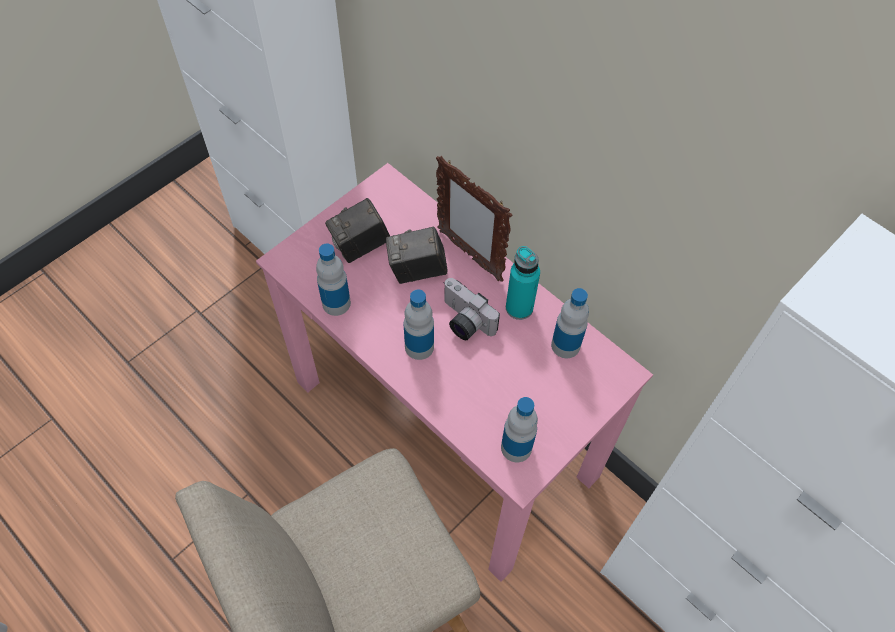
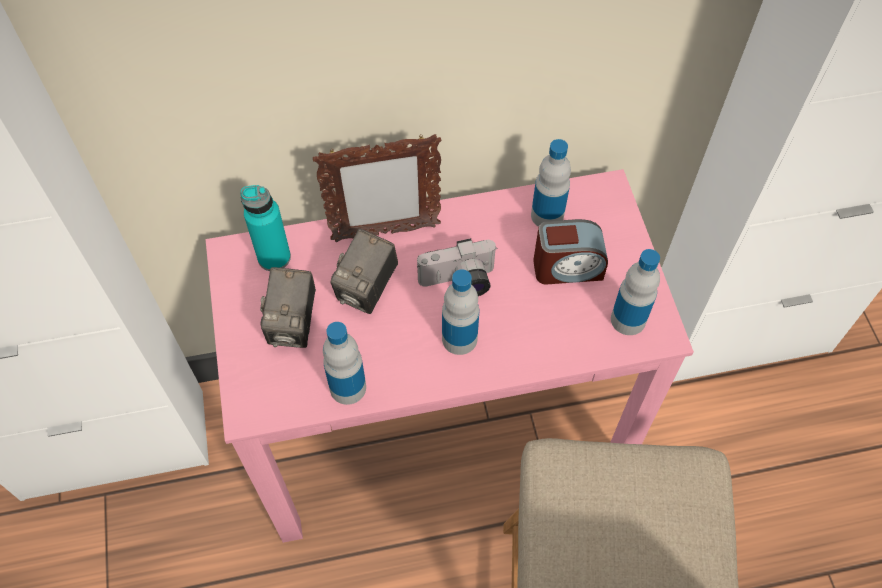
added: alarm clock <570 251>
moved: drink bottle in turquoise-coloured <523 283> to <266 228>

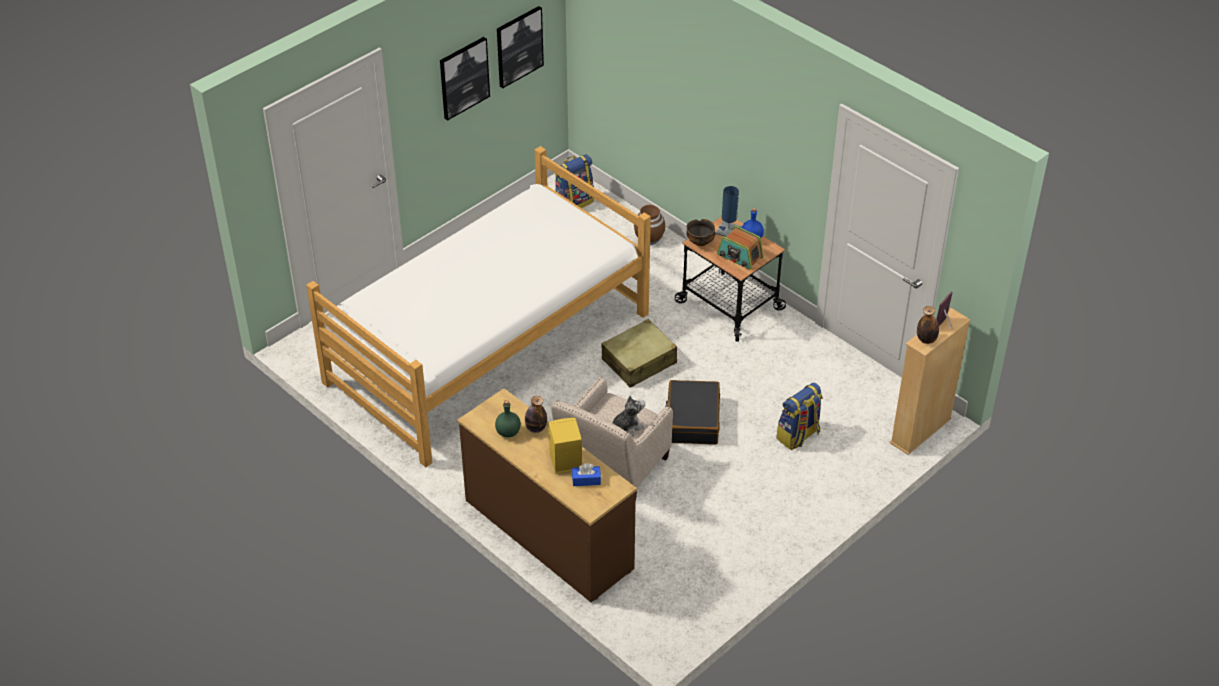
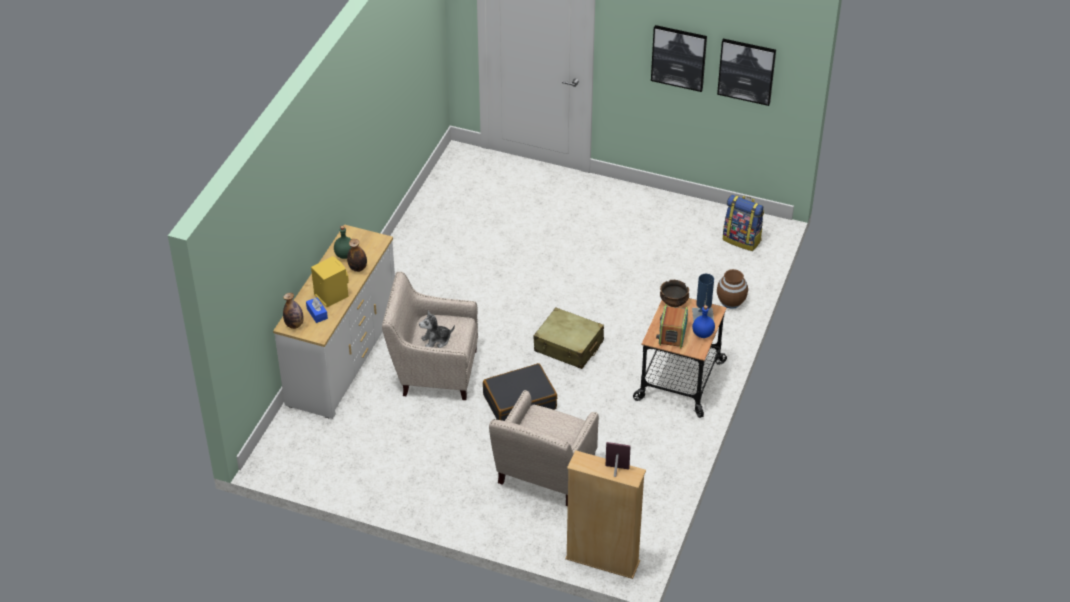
removed: bedroom bed <478 306>
moved: drink bottle <928 325> to <293 311>
replaced: backpack <800 416> to easy chair in sand-coloured <544 448>
recoloured: drawer chest in brownish <547 495> to drawer chest in whitish <334 321>
turned: soft toy <629 416> = <437 329> 120 degrees clockwise

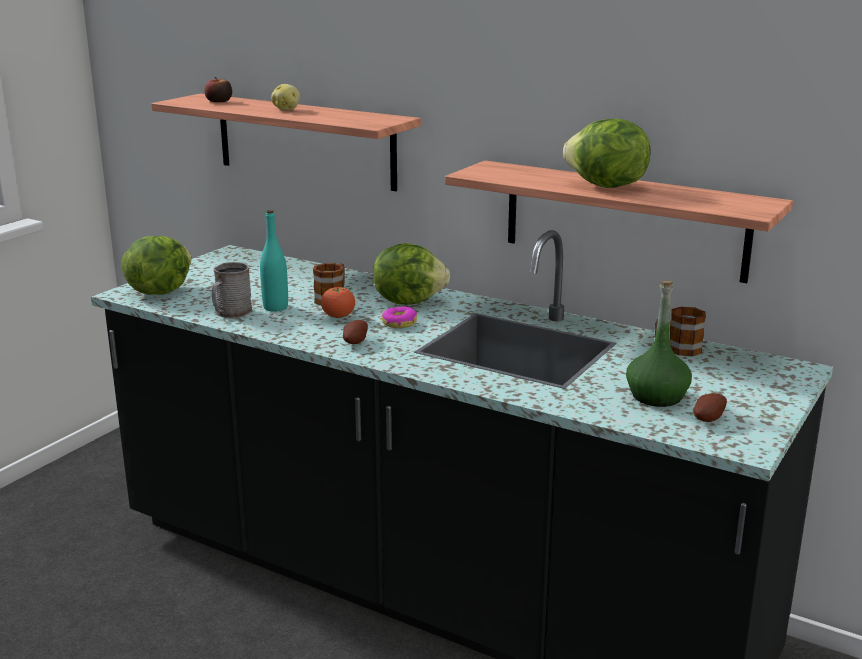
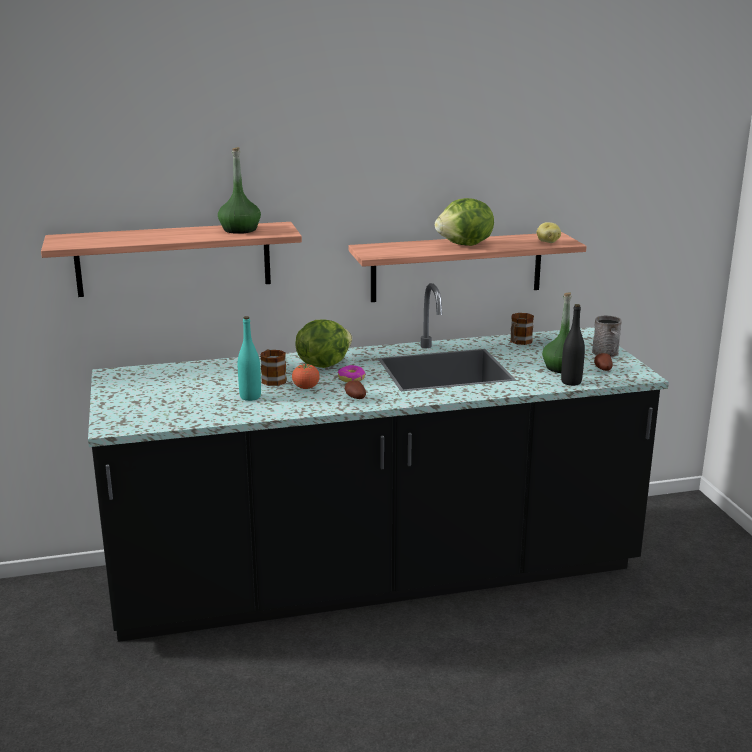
removed: apple <218 89>; head of lettuce <157 265>
added: drink bottle in greenish <239 190>; drink bottle in black <573 345>
moved: potato <285 97> to <548 232>; tea mug in grey <232 290> to <607 336>

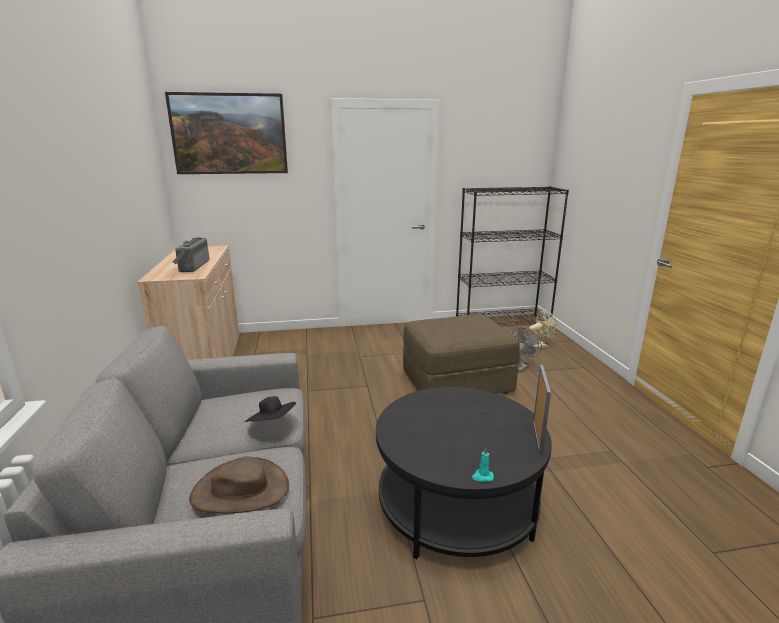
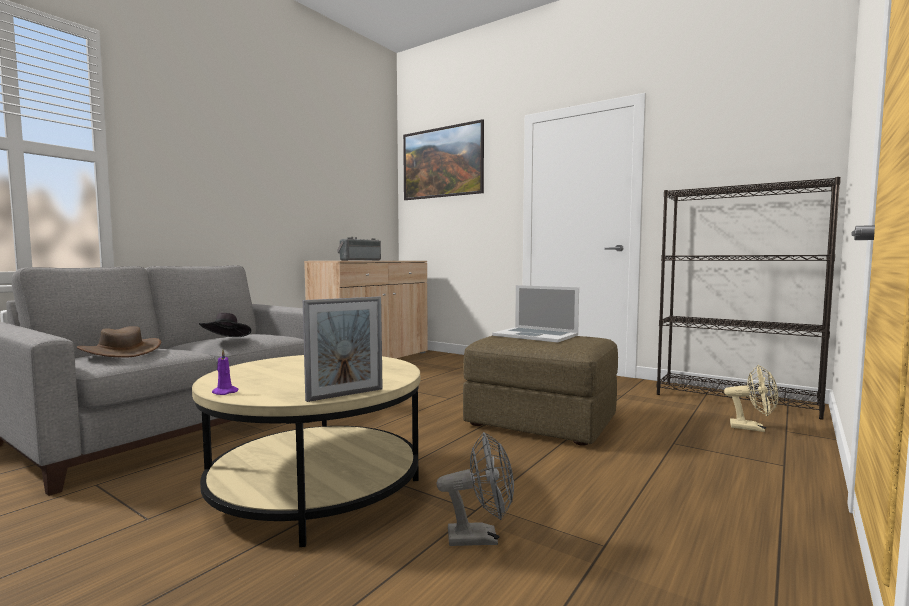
added: laptop <535 314>
moved: fan in grey <527 349> to <475 489>
recoloured: lounge table in black <464 473> to lounge table in sand-coloured <306 451>; wax candle in turquoise-coloured <483 464> to wax candle in purple <225 372>

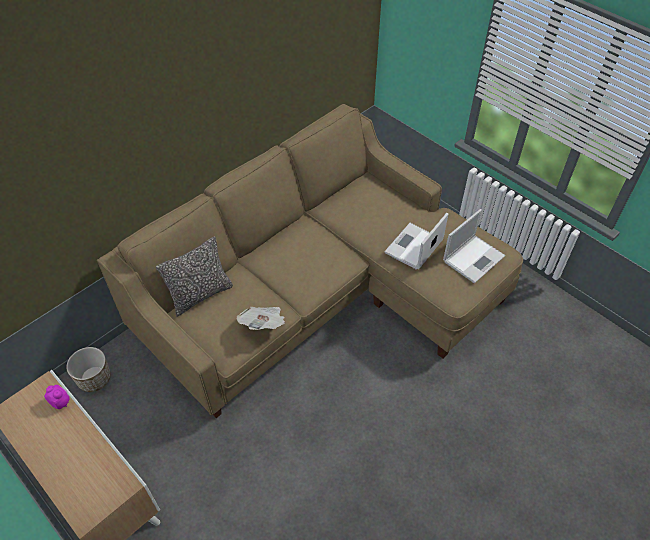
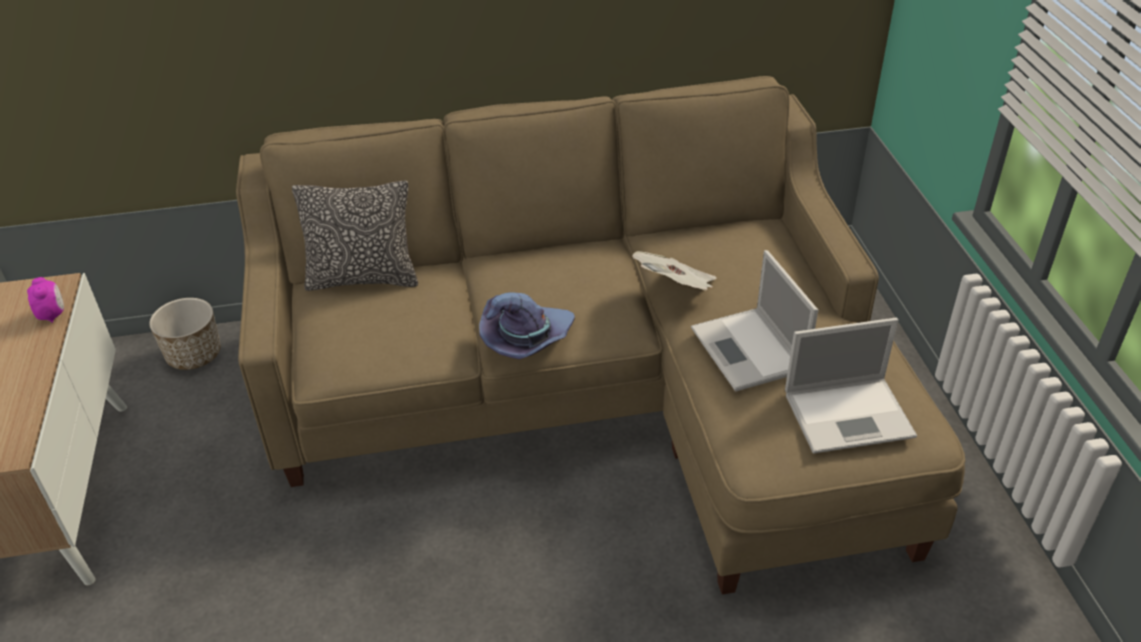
added: hat in purple <527 325>
moved: newspaper <261 318> to <675 270>
turned: laptop <416 241> = <754 321> 90 degrees counterclockwise

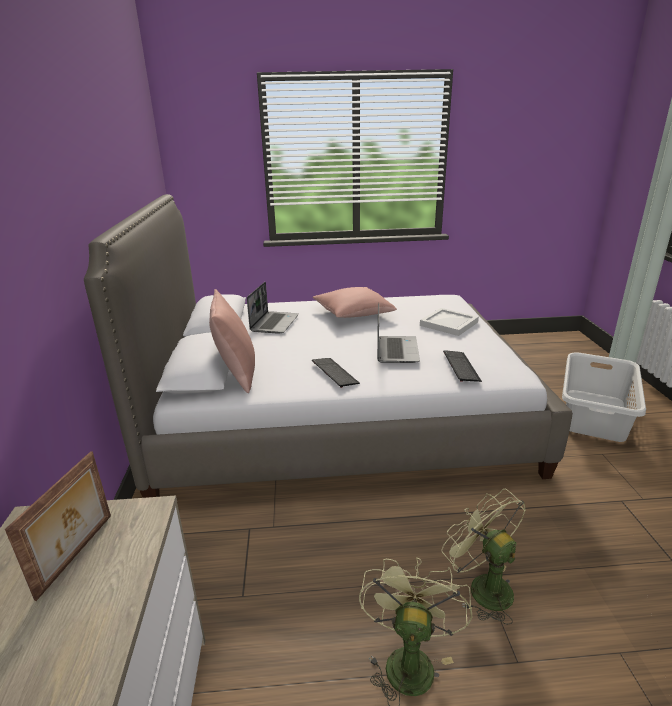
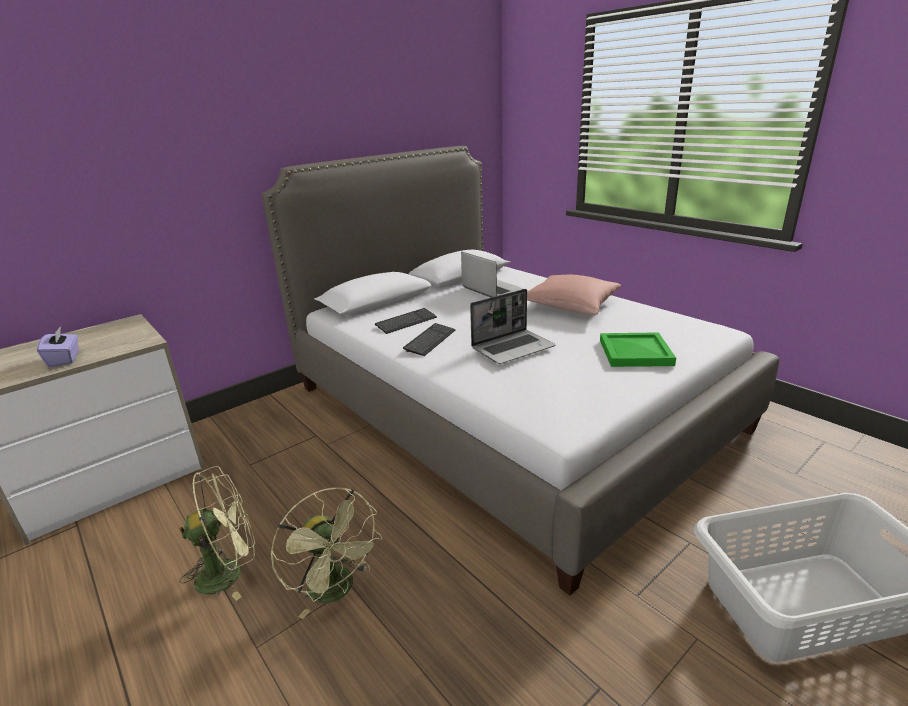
removed: throw pillow in pink-coloured <232 341>; photo frame <58 526>
added: box of tissues in purple <58 347>
moved: computer keyboard <462 366> to <406 321>
recoloured: serving tray in whitish <449 322> to serving tray in greenish <638 349>
turned: laptop <273 308> = <492 275> 105 degrees counterclockwise; fan in greenish <483 557> = <326 553> 120 degrees clockwise

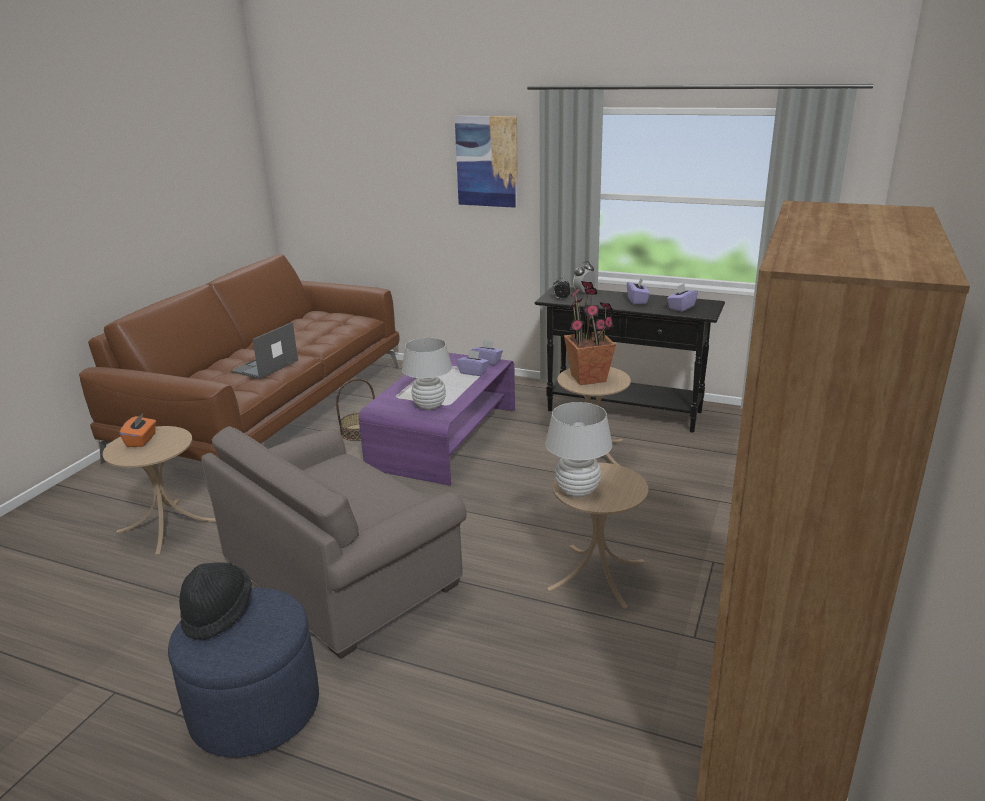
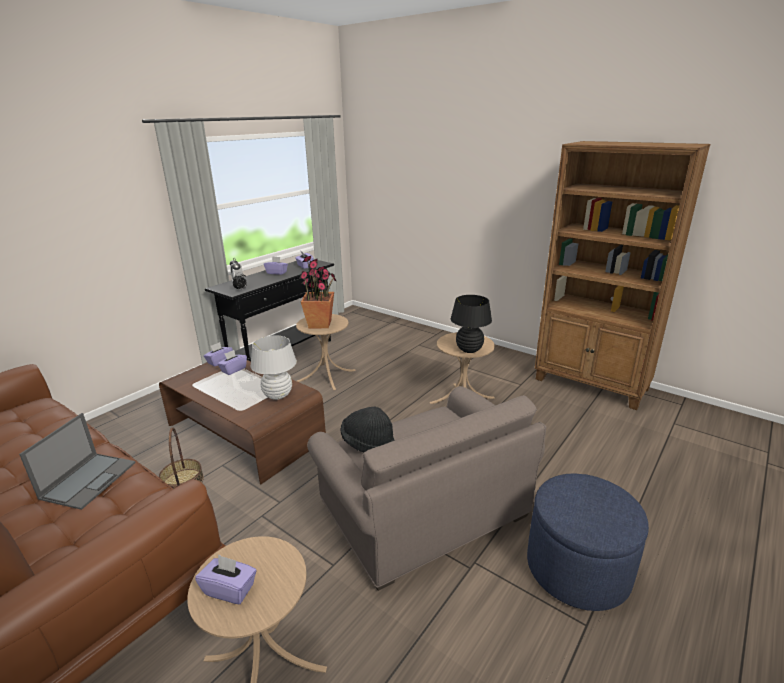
removed: wall art <486 162>
moved: hat in black <215 601> to <368 430>
recoloured: lounge table in purple <437 419> to lounge table in brownish <242 422>; tabletop lamp in whitish <578 449> to tabletop lamp in black <471 324>; box of tissues in orange-coloured <137 430> to box of tissues in purple <226 579>
turned: laptop <264 350> = <77 461> 120 degrees counterclockwise

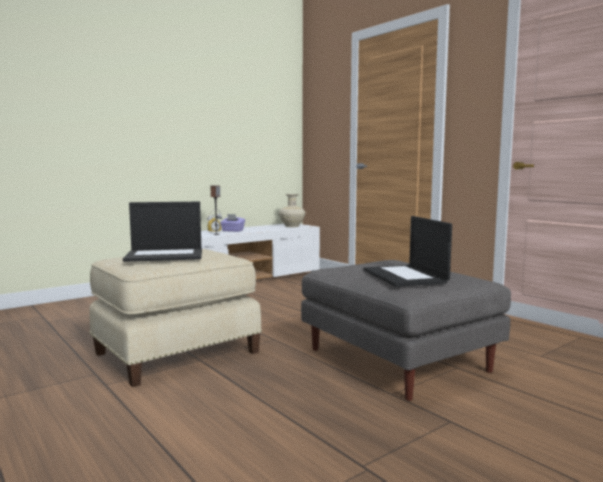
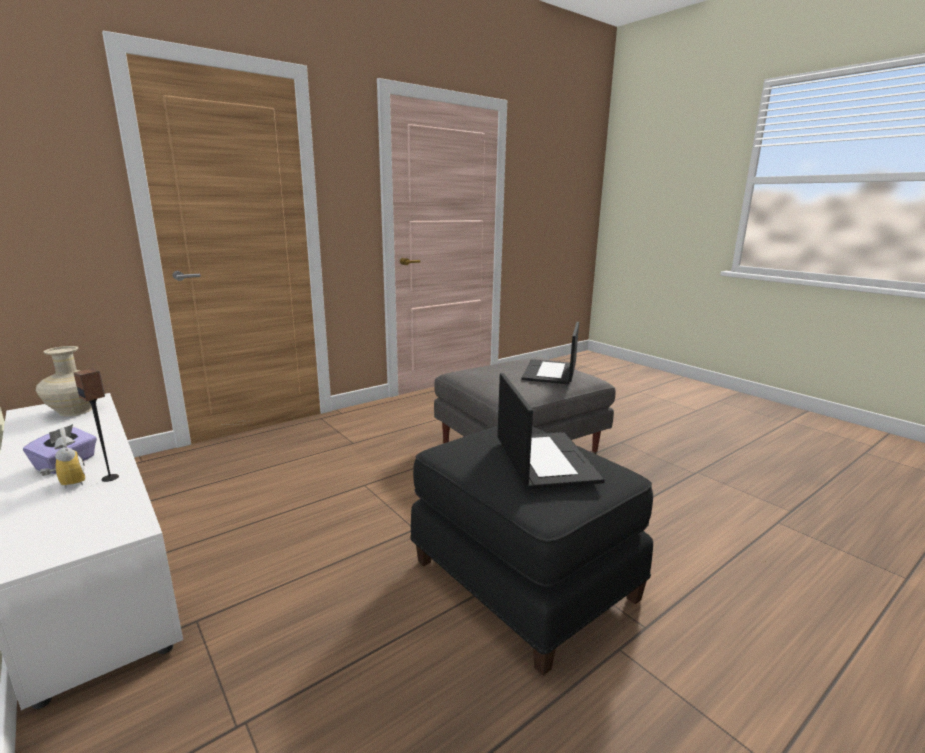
recoloured: footrest in sand-coloured <175 318> to footrest in black <531 551>
turned: laptop <407 251> = <550 353> 120 degrees clockwise

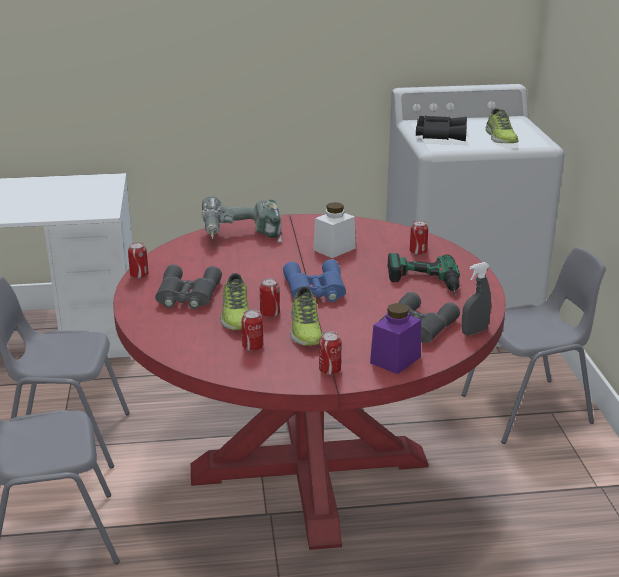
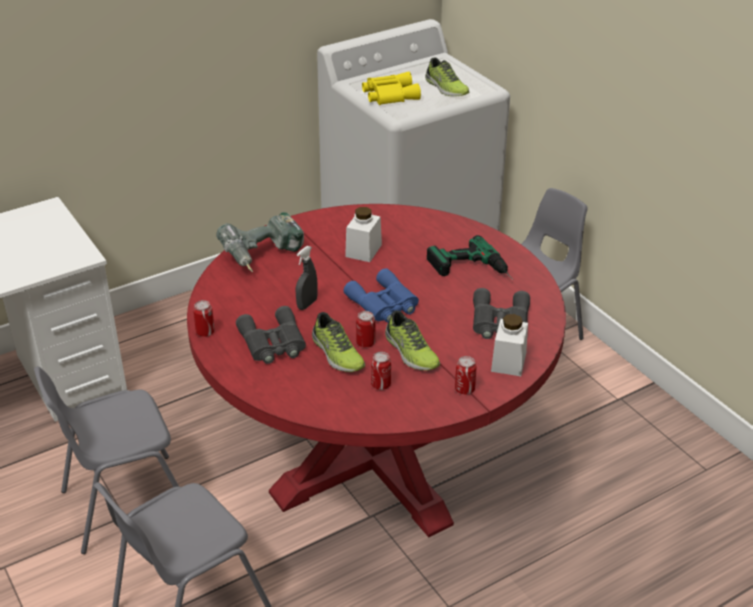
removed: can <419 237>
moved: sprayer in grey <476 298> to <307 278>
recoloured: field glasses in black <441 128> to field glasses in yellow <391 88>; jar in purple <395 338> to jar in whitish <509 345>

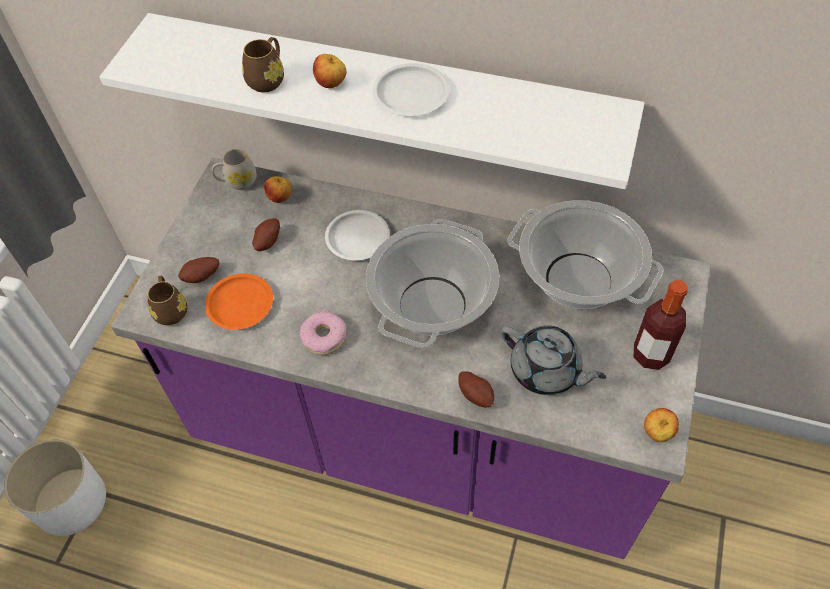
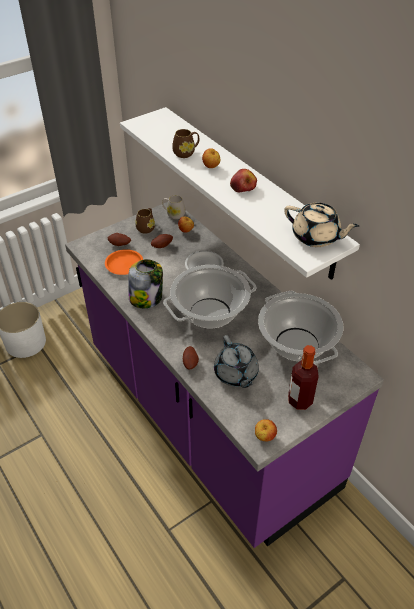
added: teapot in sand-coloured <321 225>
moved: tea mug in brownish <167 300> to <145 221>
replaced: dinner plate in whitish <411 89> to apple <243 180>; ring doughnut <323 333> to jar <145 283>

